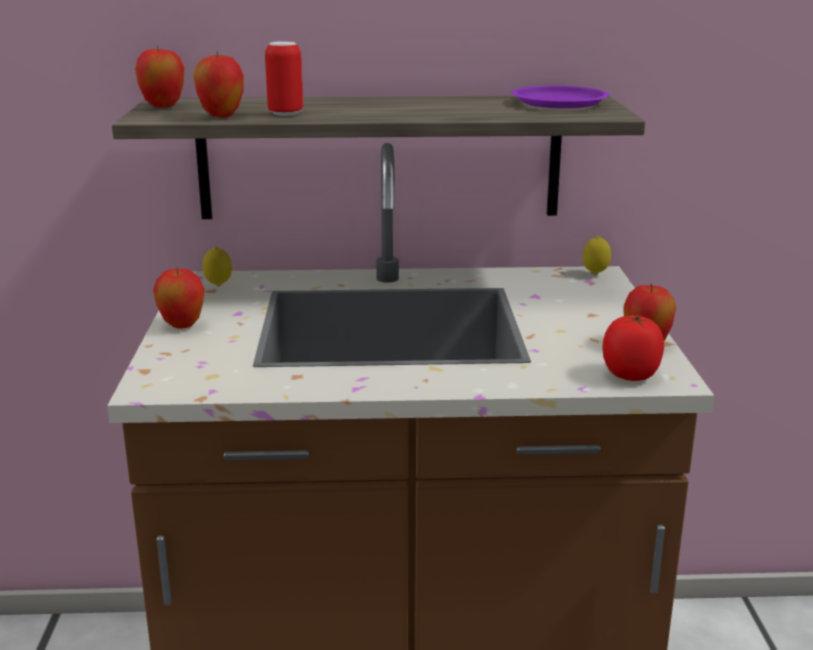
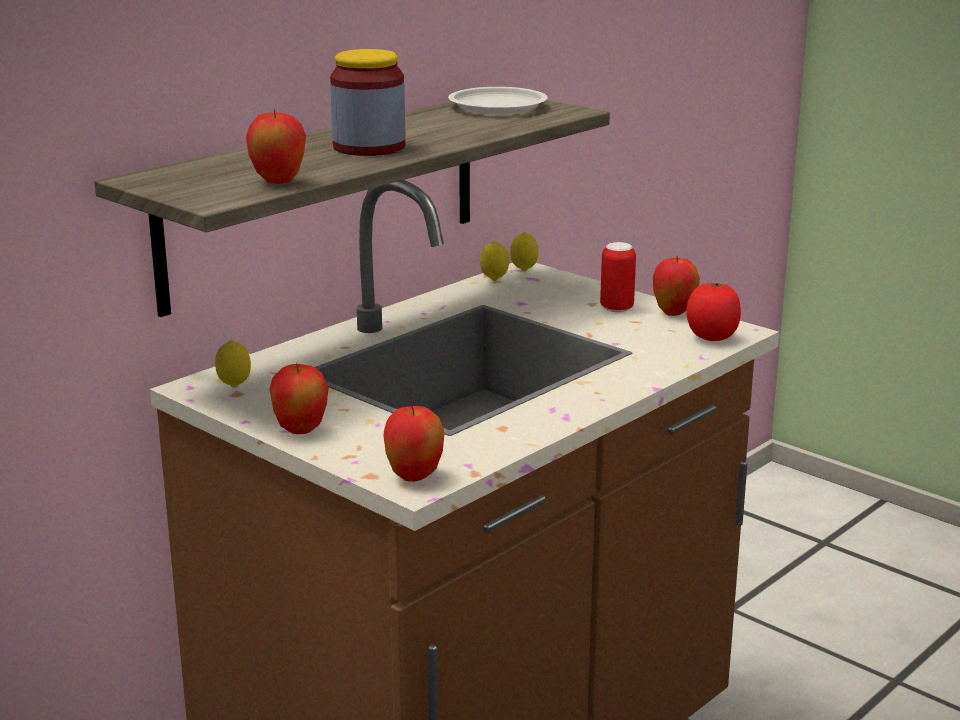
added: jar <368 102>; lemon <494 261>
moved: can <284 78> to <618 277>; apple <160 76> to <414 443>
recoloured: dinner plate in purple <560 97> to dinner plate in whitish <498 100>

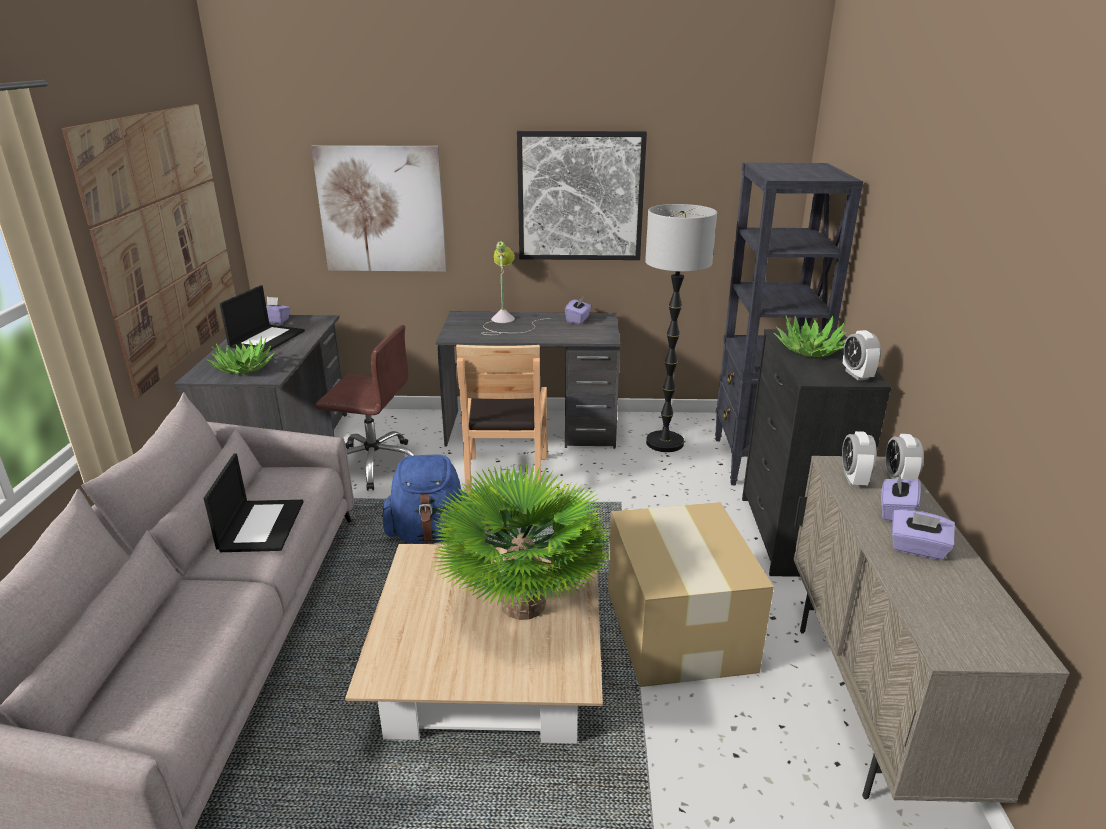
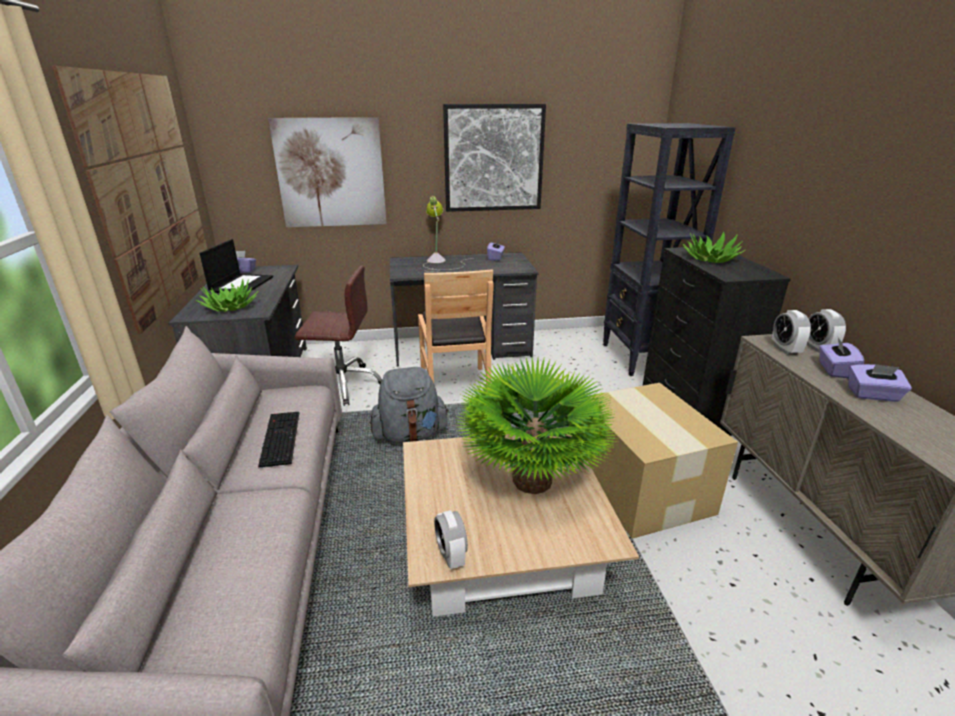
removed: standard lamp <681 328>
moved: alarm clock <862 355> to <451 539>
replaced: laptop <253 502> to computer keyboard <278 440>
recoloured: backpack in bluish <425 499> to backpack in grey <409 405>

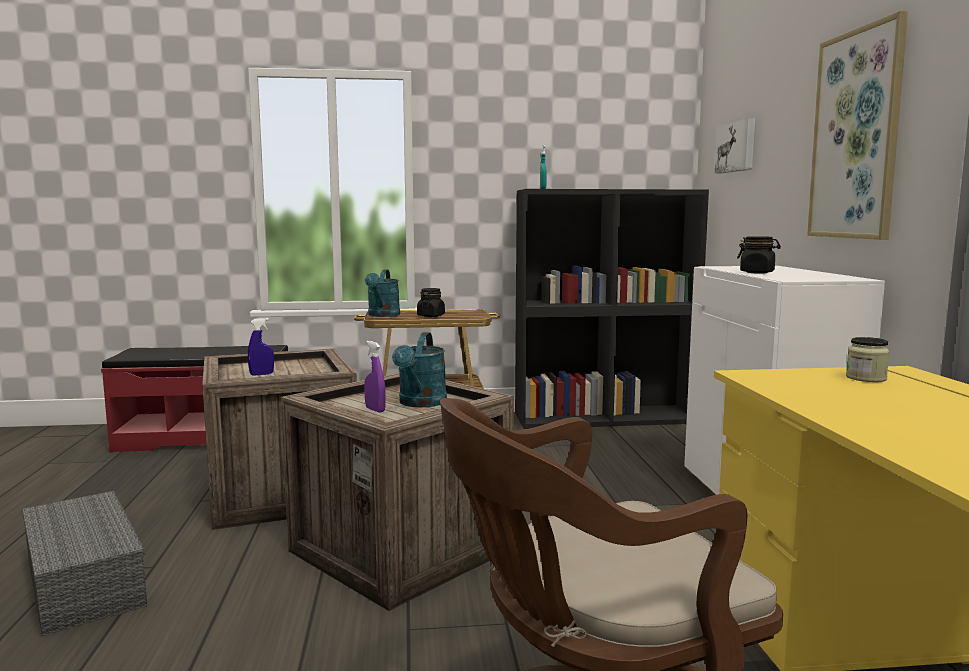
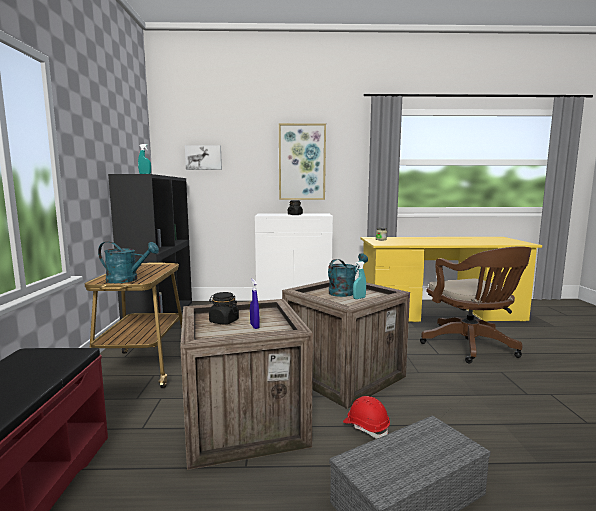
added: work helmet in red <366 417>
moved: jar in black <431 302> to <224 308>
recoloured: sprayer in purple <375 377> to sprayer in turquoise-coloured <359 280>
turned: watering pot in turquoise-coloured <419 370> = <348 275> 60 degrees counterclockwise

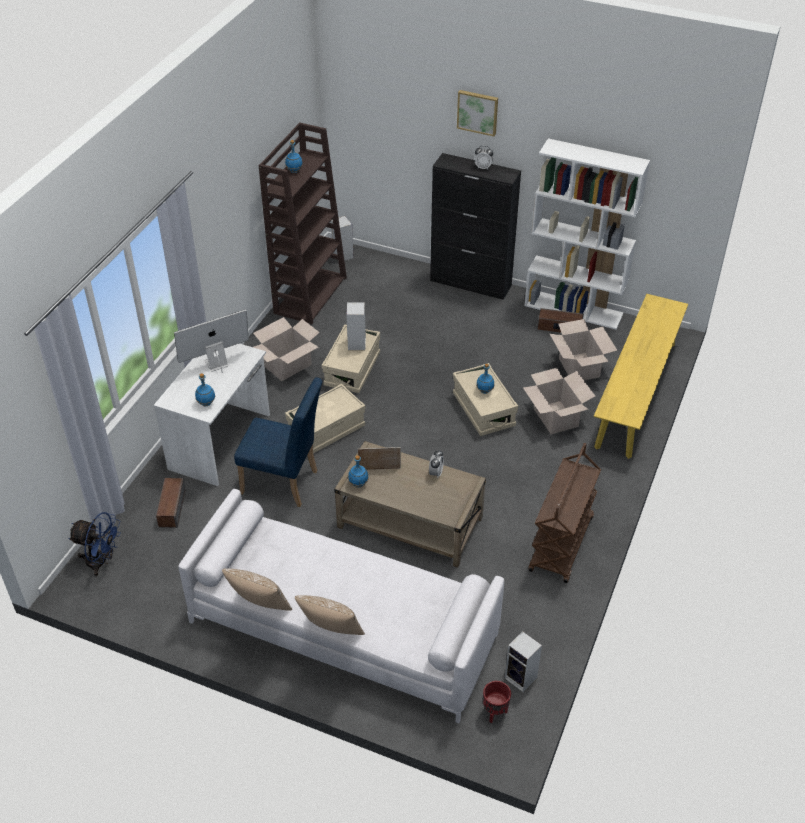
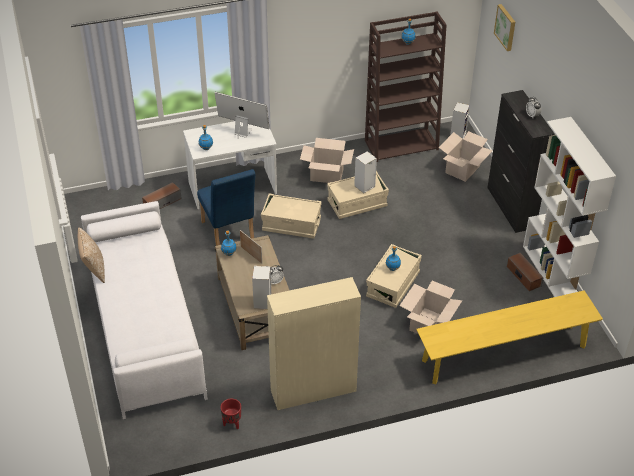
removed: fan in bluish <94 544>; throw pillow <330 615>
moved: wall art <477 113> to <504 27>; carton <583 349> to <465 156>; audio speaker <523 662> to <261 287>; planter in red <497 702> to <231 414>
replaced: trolley in brownish <565 513> to storage cabinet in sand-coloured <314 343>

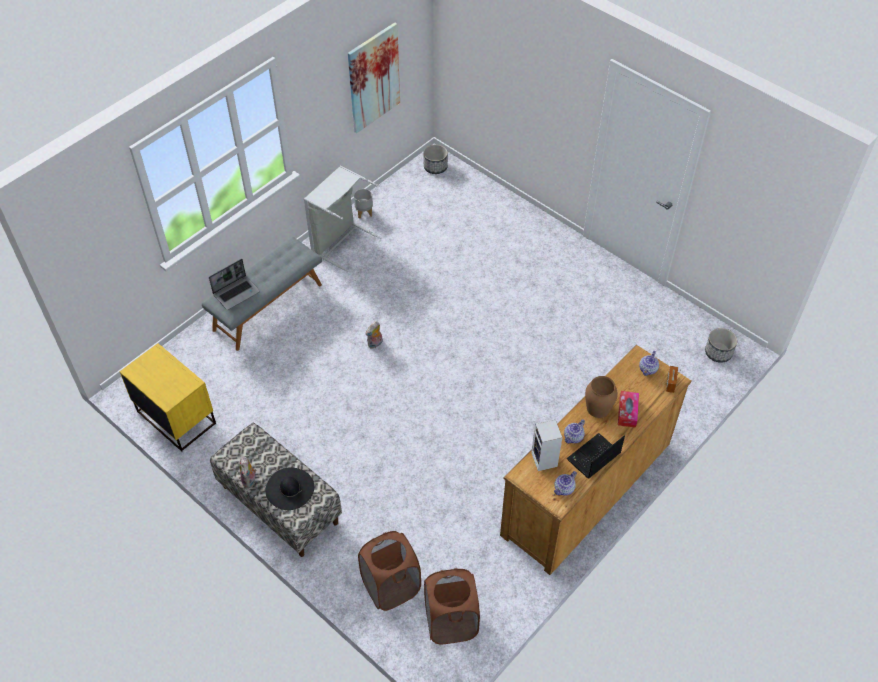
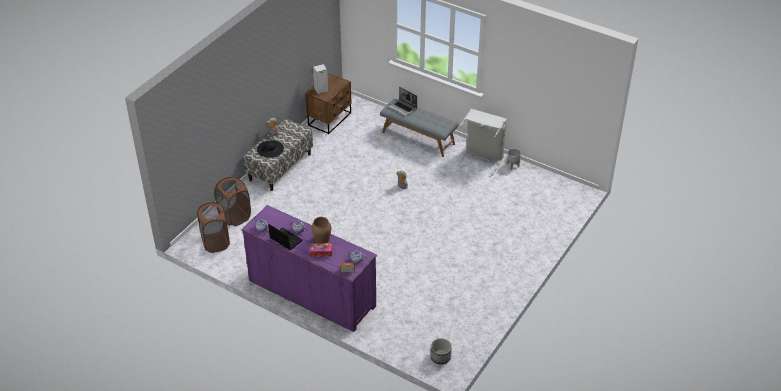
removed: wall art <374 77>; planter <435 159>
moved: audio speaker <546 445> to <320 79>
recoloured: nightstand in yellow <168 397> to nightstand in brownish <328 103>; drawer chest in brownish <596 460> to drawer chest in purple <309 268>

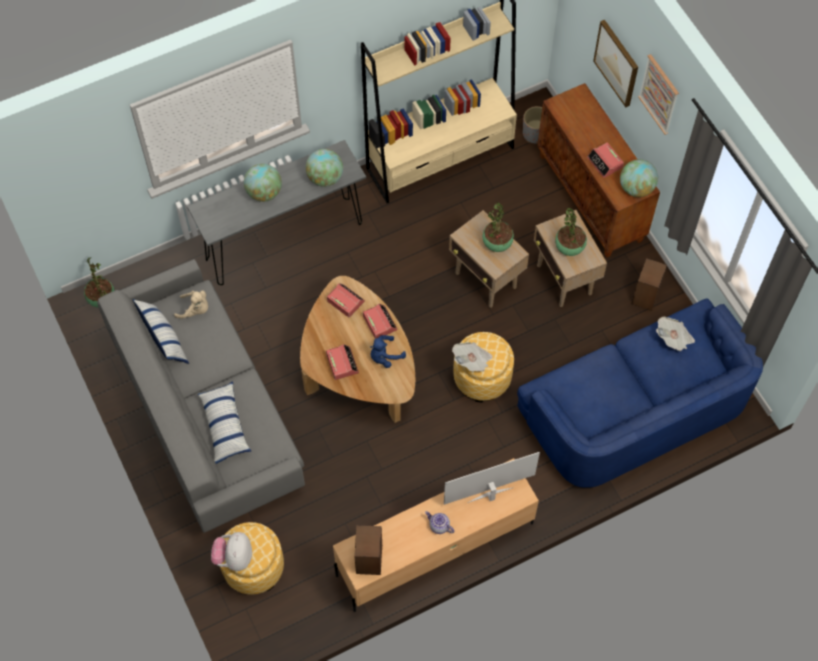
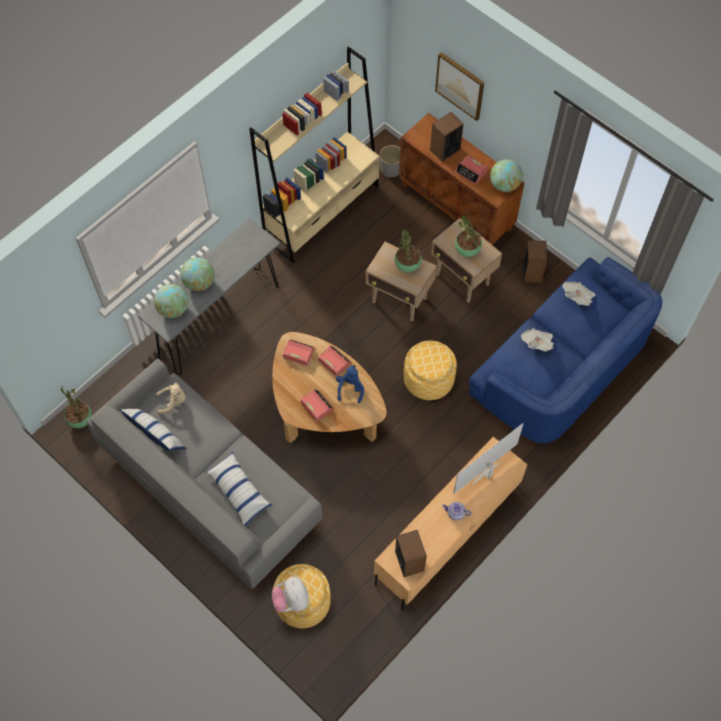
removed: wall art <658 94>
added: audio speaker <447 137>
moved: world globe <324 168> to <171 301>; newspaper <472 357> to <537 340>
turned: soft toy in bluish <388 351> = <350 384> 150 degrees clockwise

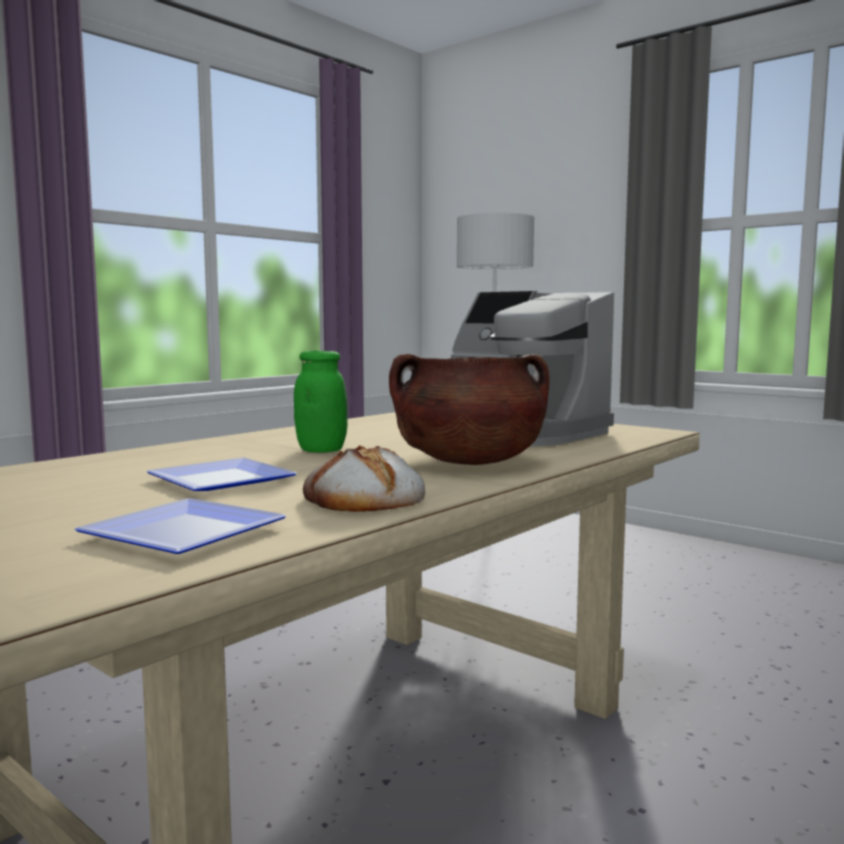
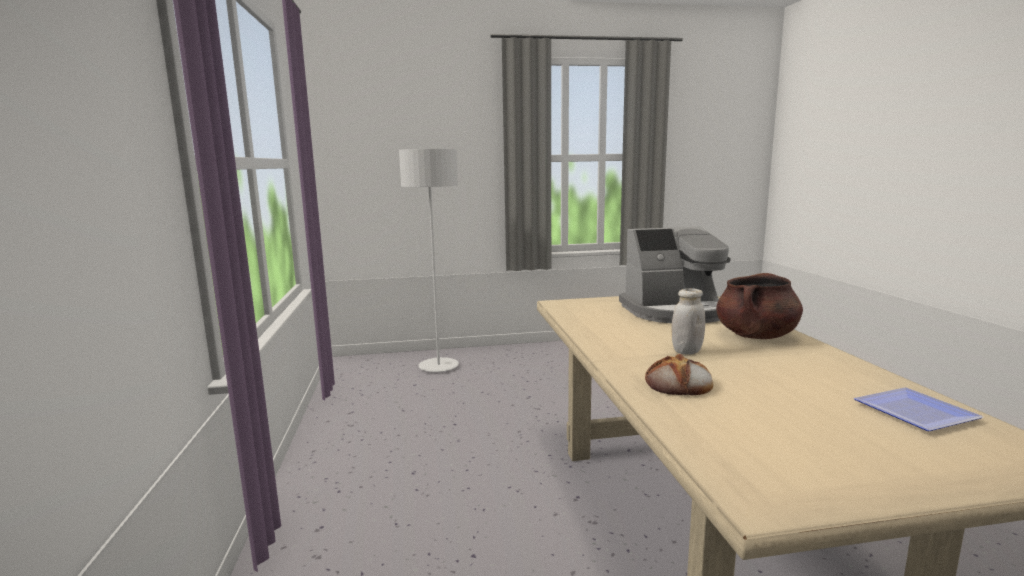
removed: dinner plate <221 474>
moved: baked bread <364 478> to <679 374>
recoloured: jar in greenish <321 401> to jar in whitish <688 321>

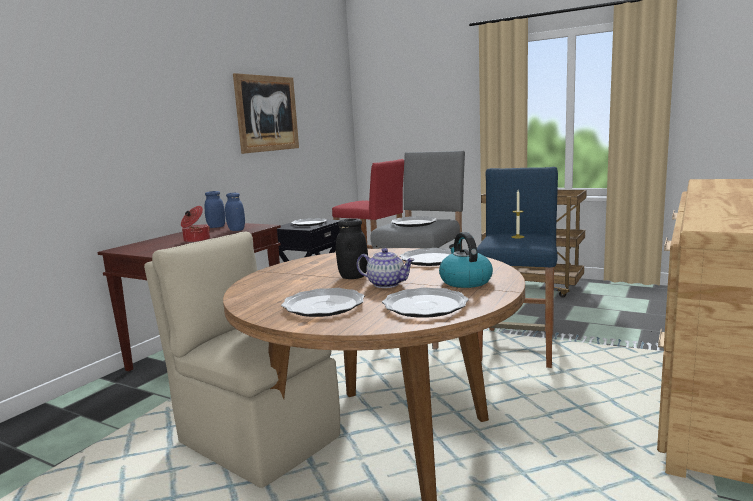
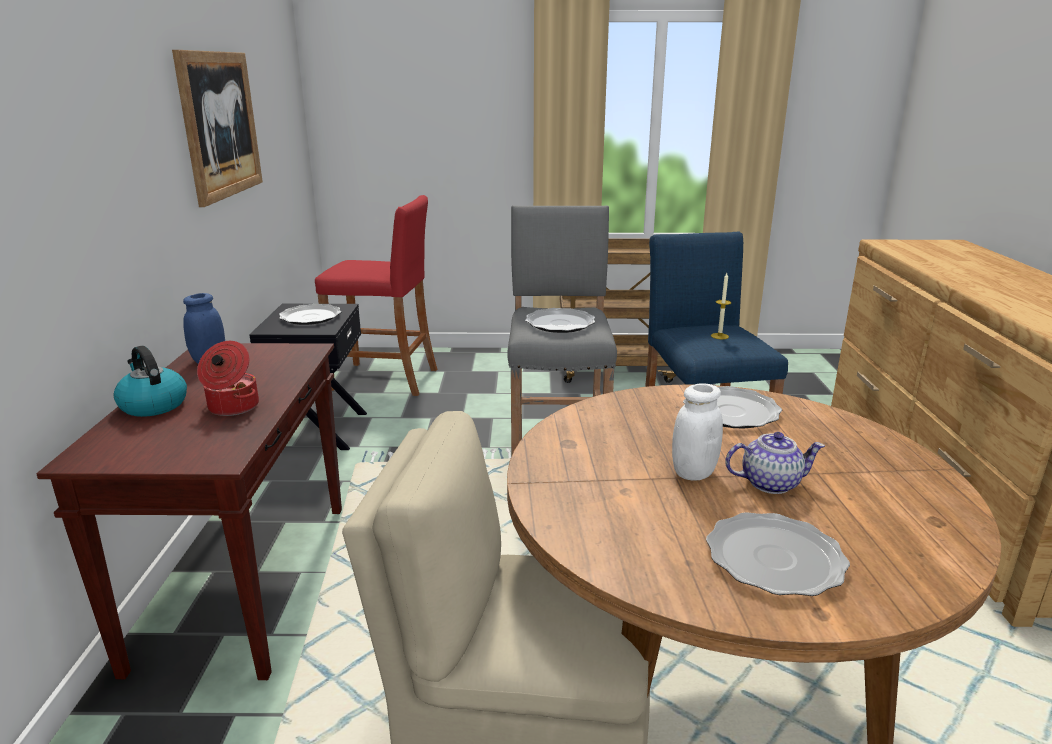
removed: jar in bluish <235 212>; dinner plate <425 302>
moved: water kettle <466 260> to <150 381>
recoloured: jar in black <352 249> to jar in whitish <697 431>

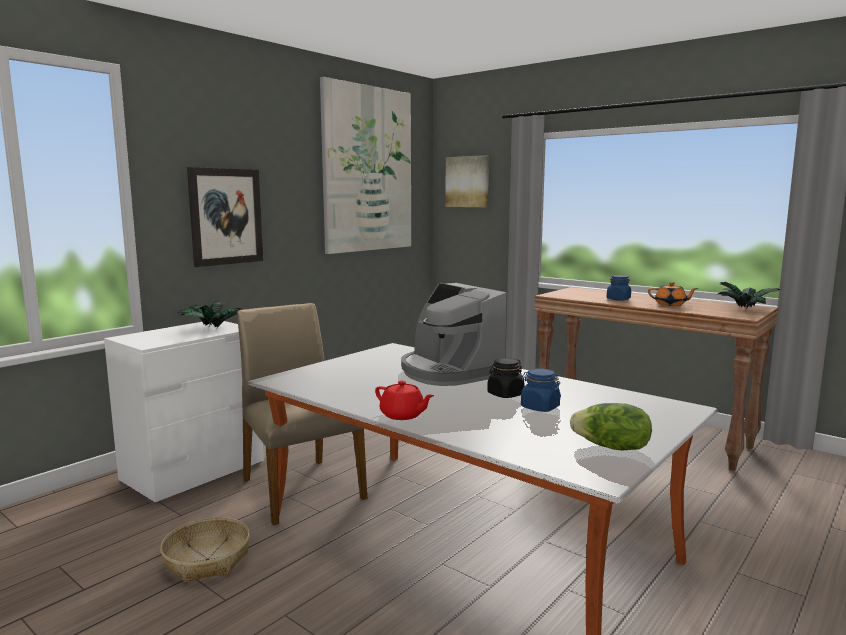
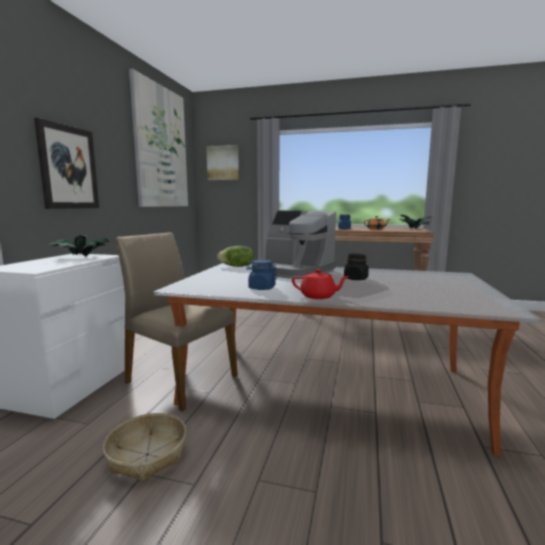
moved: jar in bluish <541 390> to <261 275>; head of lettuce <611 426> to <235 256>

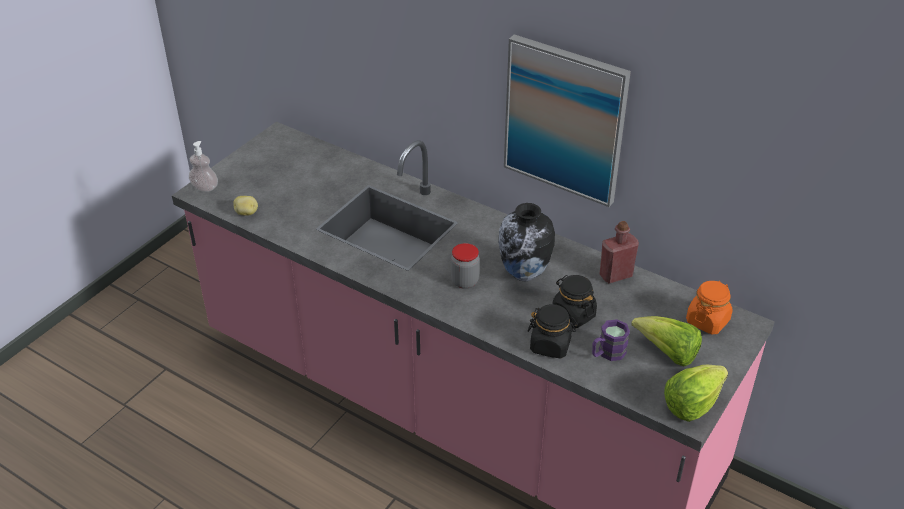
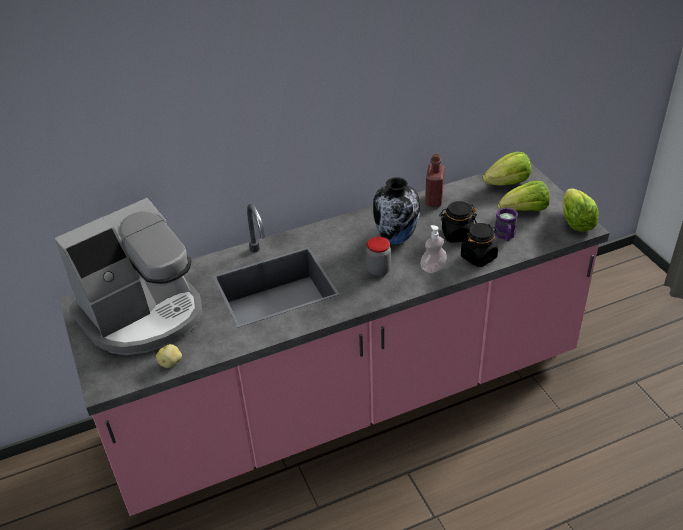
removed: wall art <567 120>
added: coffee brewer <128 276>
moved: soap dispenser <203 166> to <433 249>
replaced: jar in orange-coloured <709 307> to head of lettuce <507 169>

